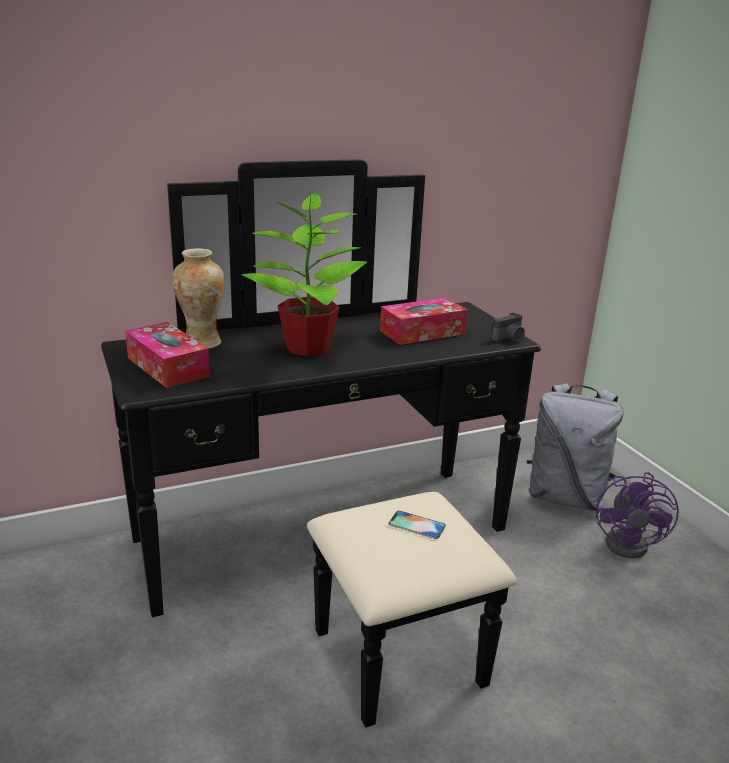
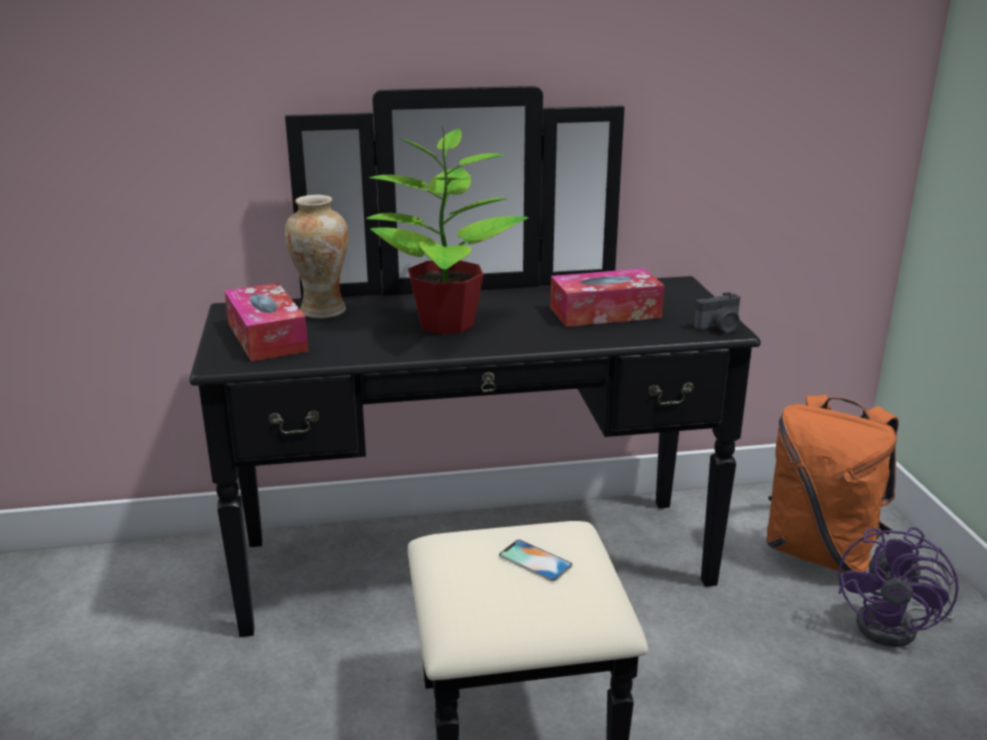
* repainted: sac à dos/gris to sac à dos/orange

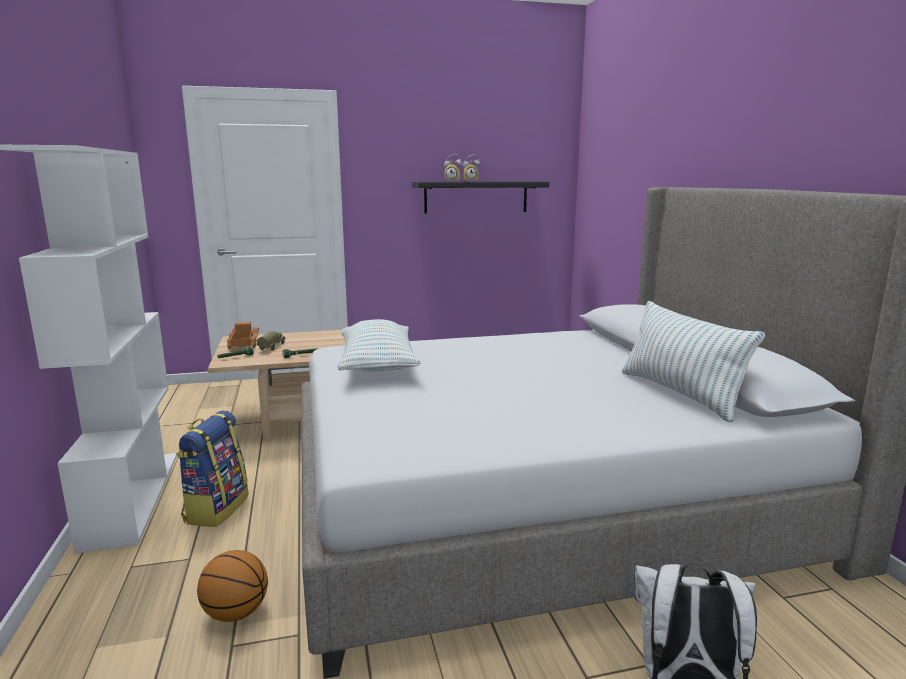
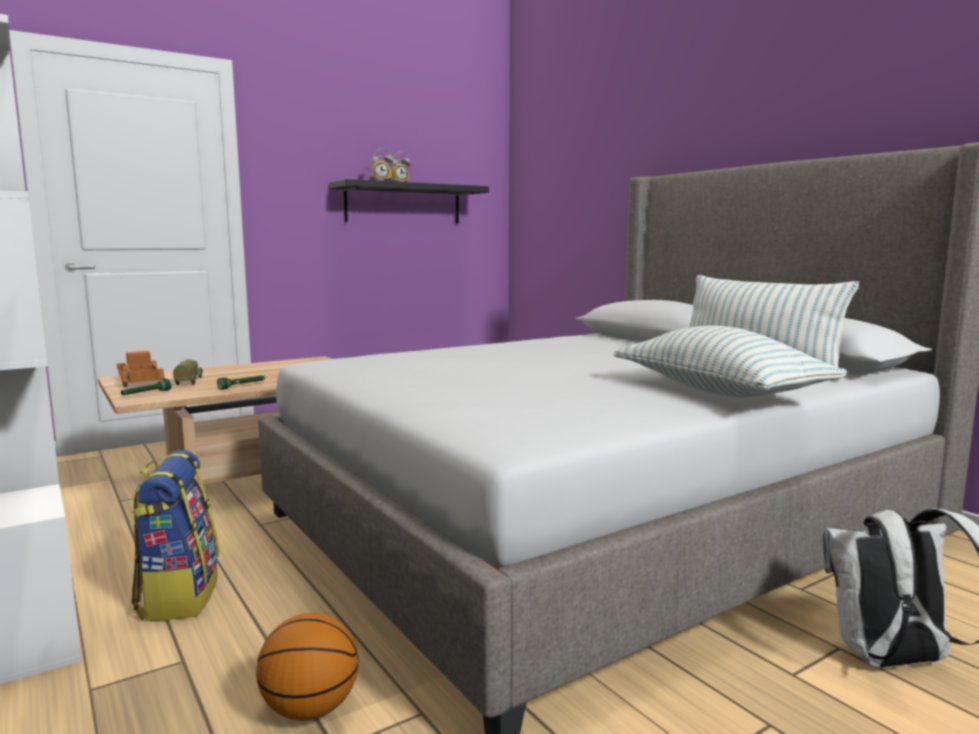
* shifted: coussin (no. 1 from left)

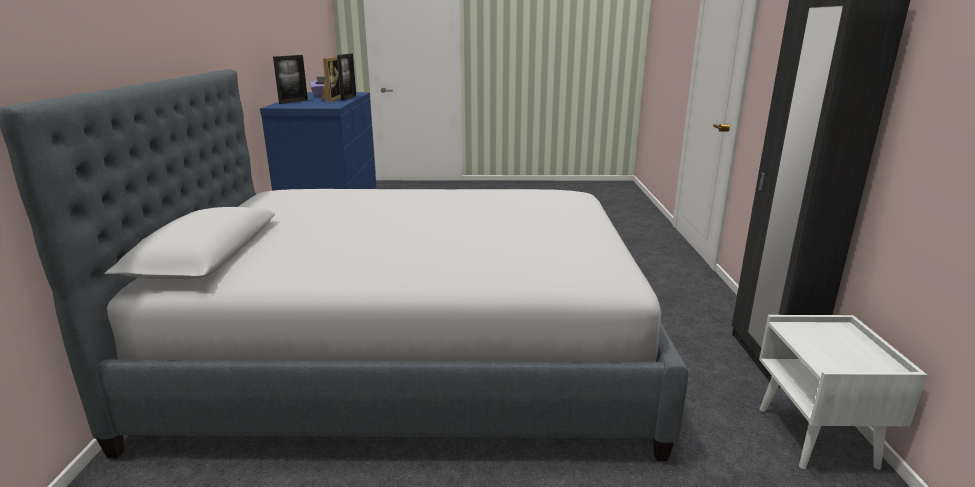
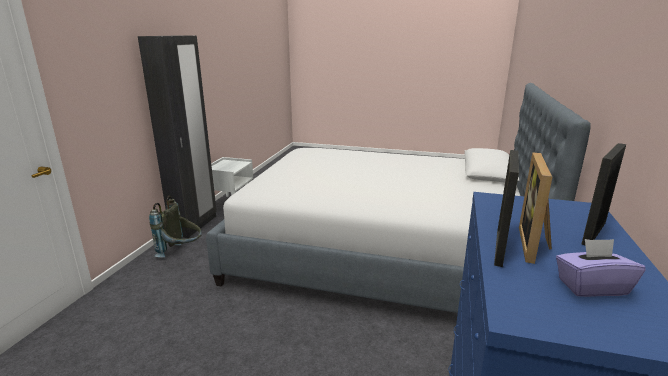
* new: sac à dos/gris

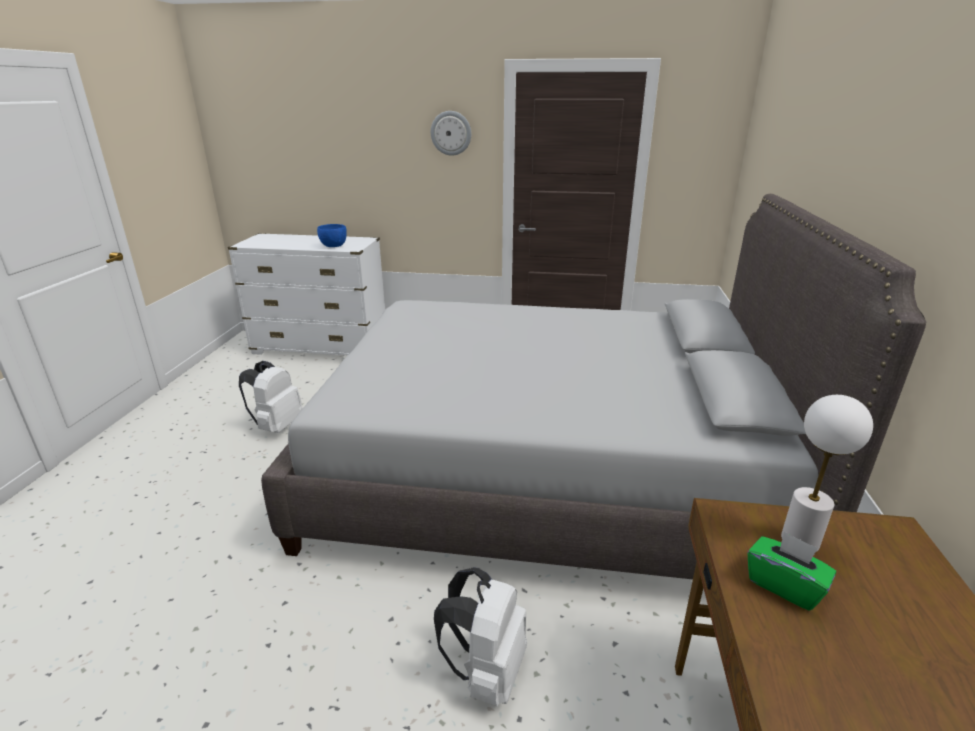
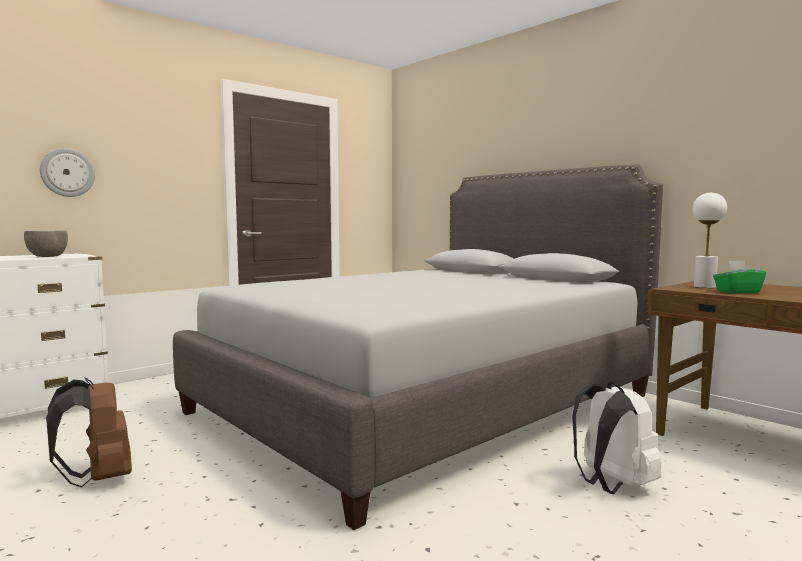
* shifted: horloge murale
* repainted: bol/bleu to bol/gris
* repainted: sac à dos/blanc (no. 1 from left) to sac à dos/marron

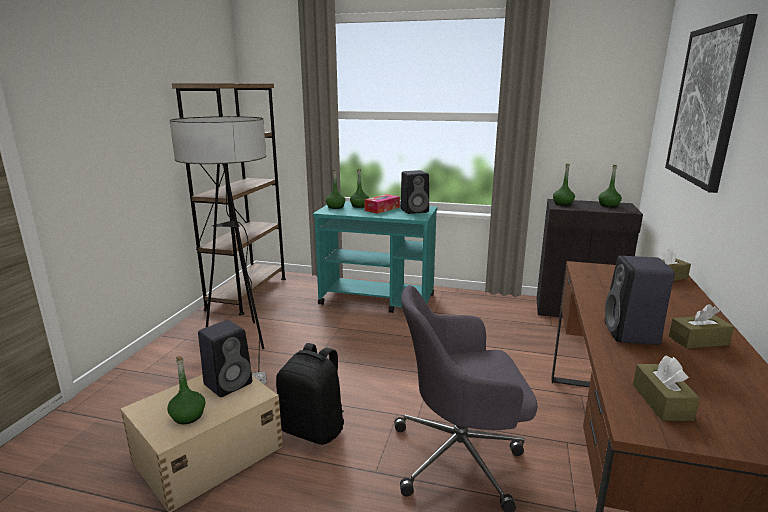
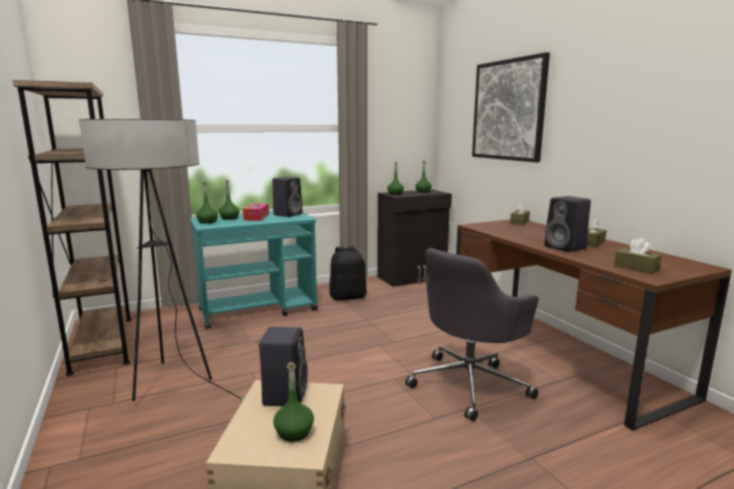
* shifted: sac à dos/noir

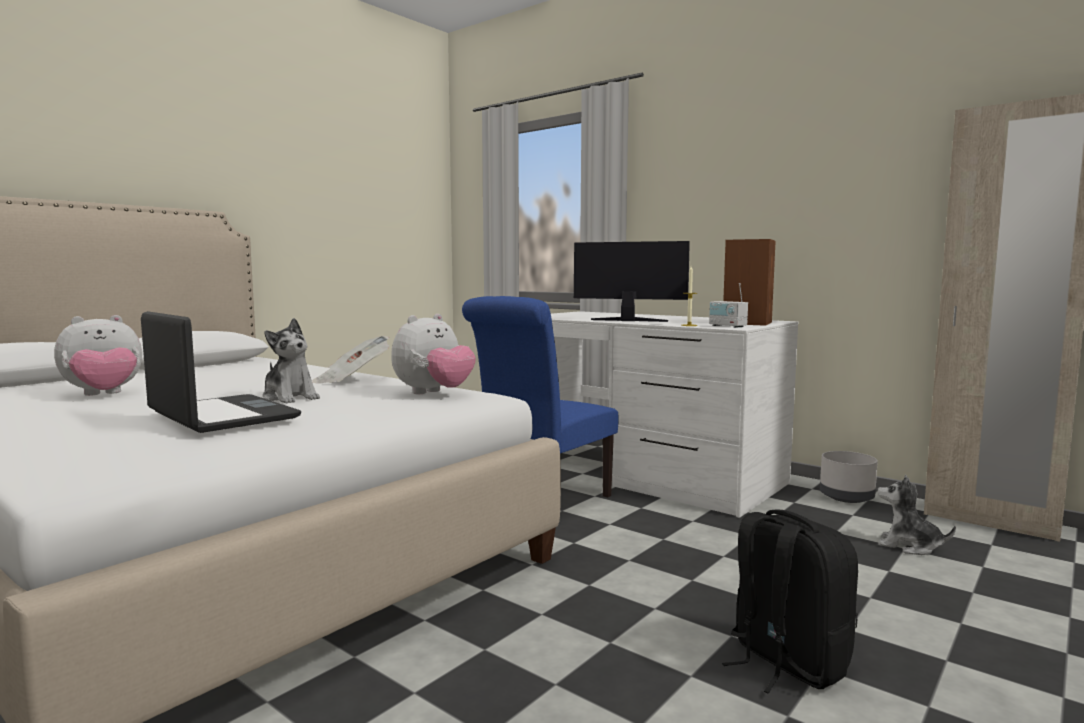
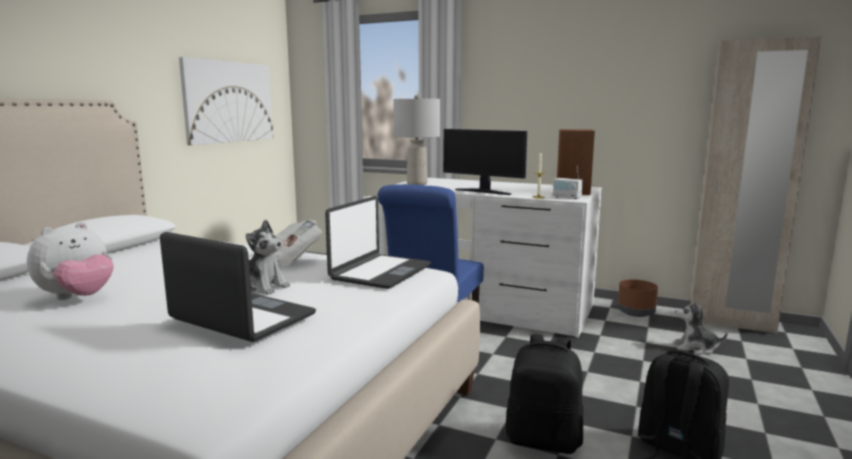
* rotated: écran d'ordinateur 150 degrees counterclockwise
* swapped: peluche (no. 3 from left) to ordinateur portable (no. 2 from left)
* repainted: cache-pot/gris to cache-pot/marron
* new: tableau
* new: lampe de table/gris
* new: sac à dos/noir (no. 1 from left)

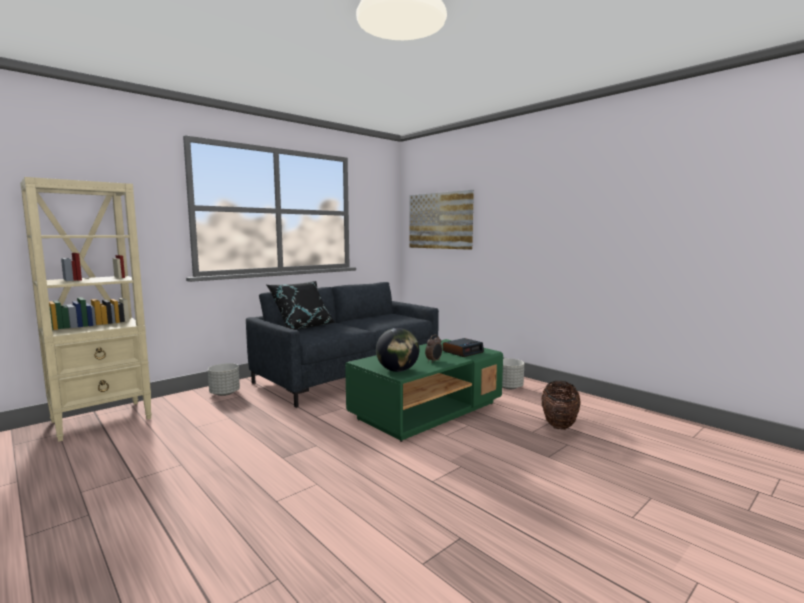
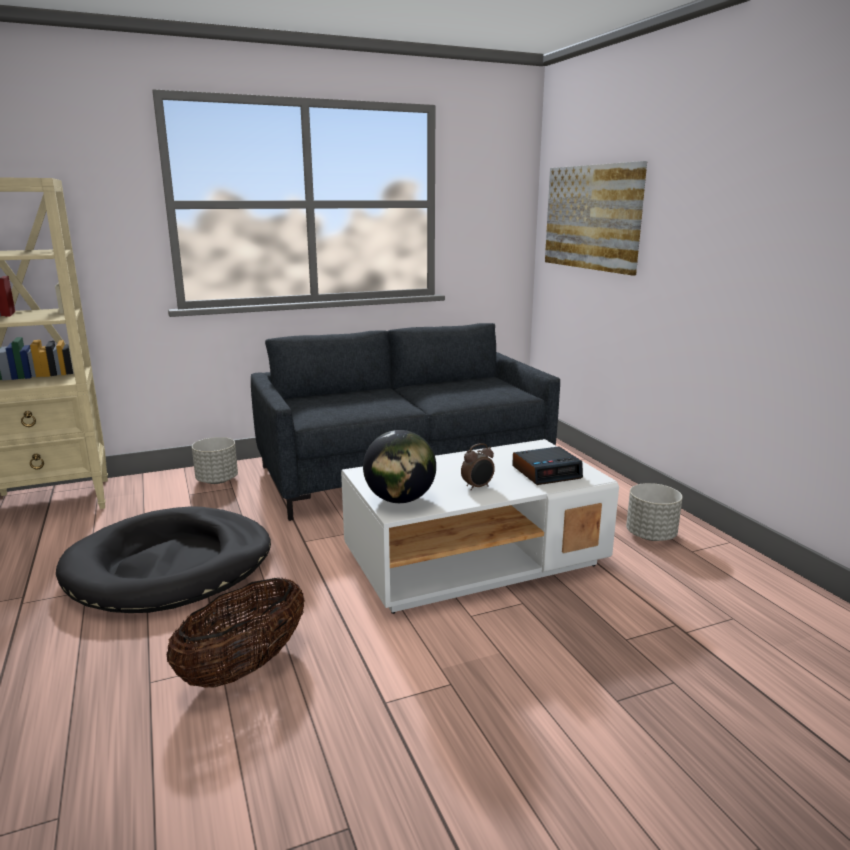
* gone: coussin/noir
* repainted: table basse/vert to table basse/blanc
* shifted: panier
* new: panier pour chien/noir

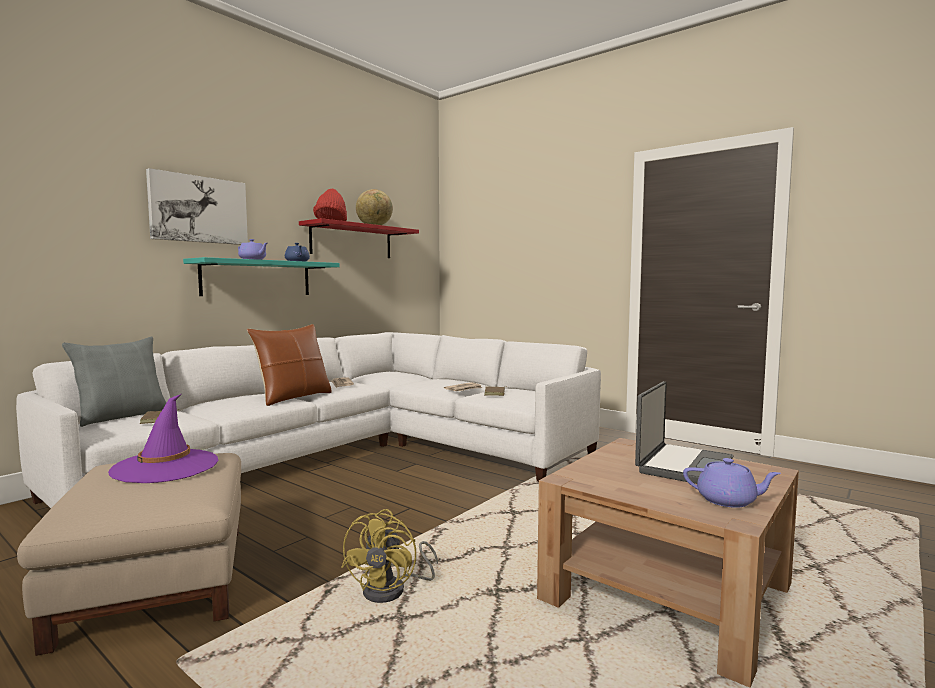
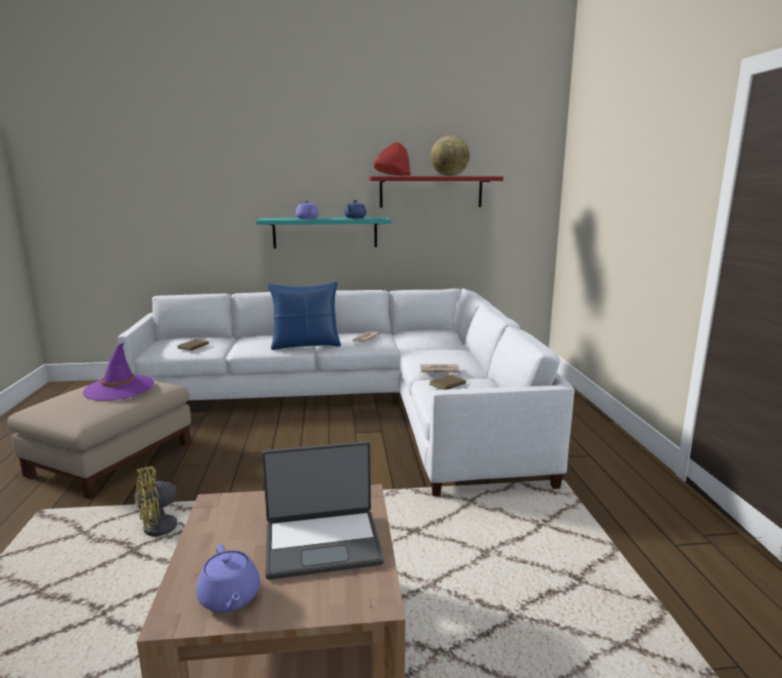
* gone: tableau
* repainted: coussin/marron to coussin/bleu
* gone: coussin/gris

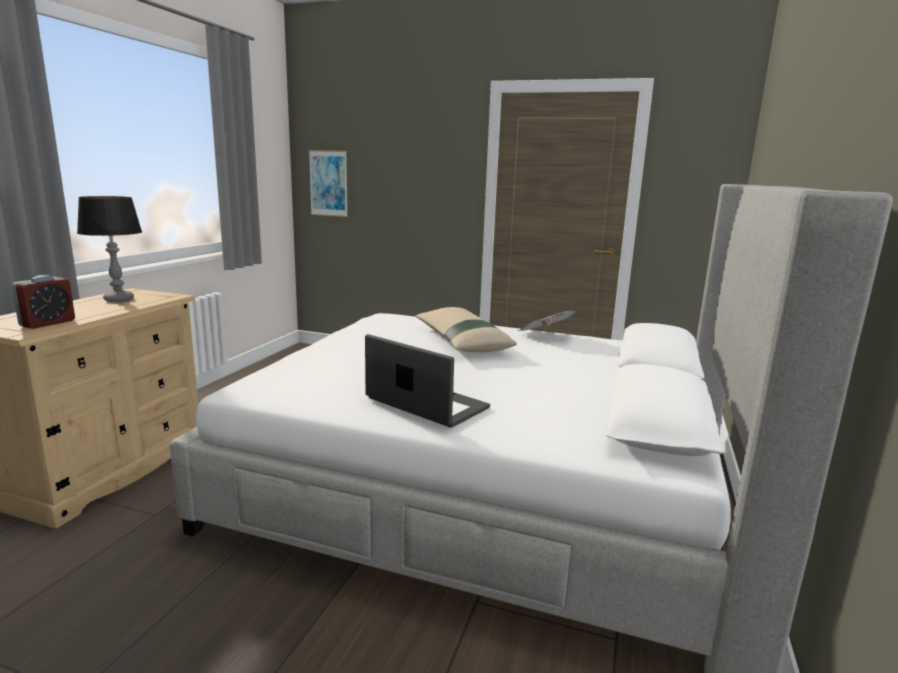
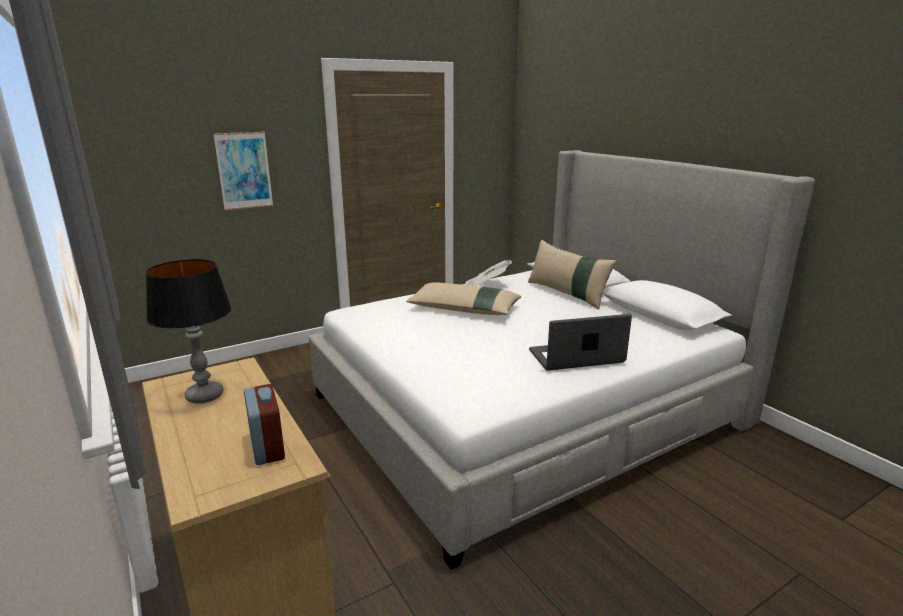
* shifted: tableau
* new: coussin/beige (no. 2 from left)

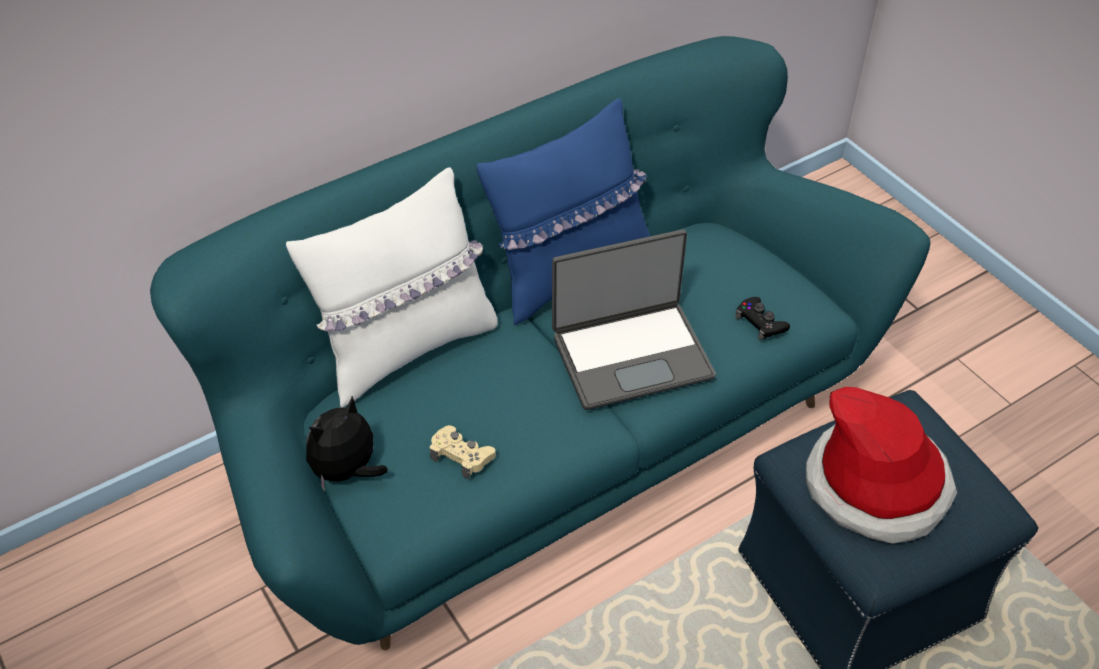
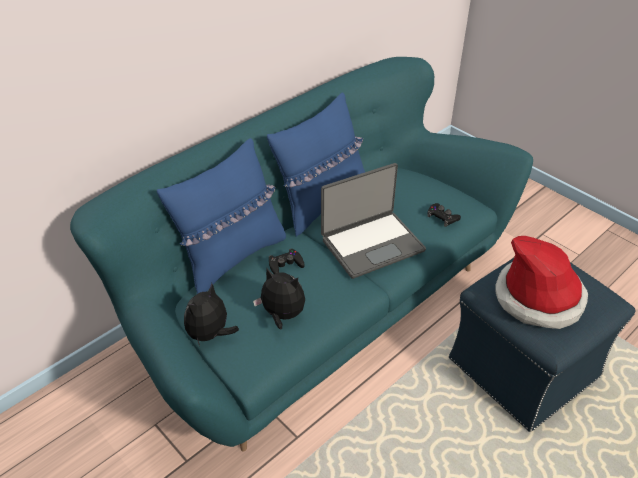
* repainted: coussin/blanc to coussin/bleu (no. 1 from left)
* swapped: manette/beige to peluche (no. 2 from left)
* new: manette/noir (no. 1 from left)

